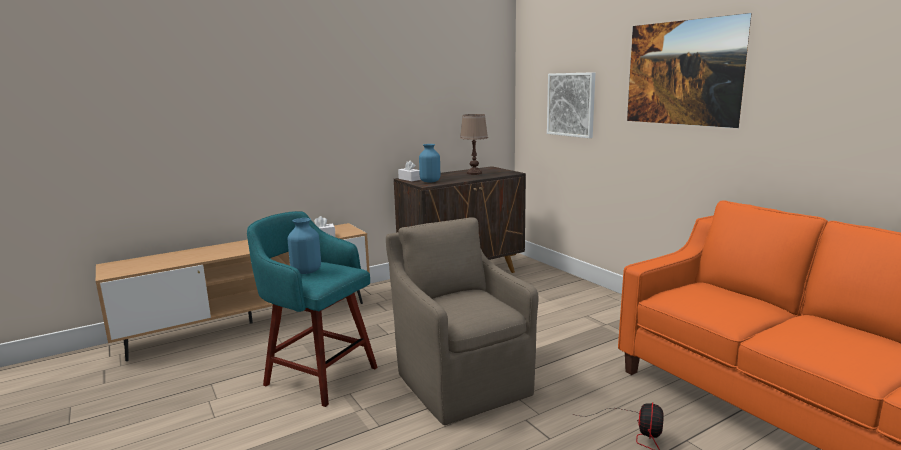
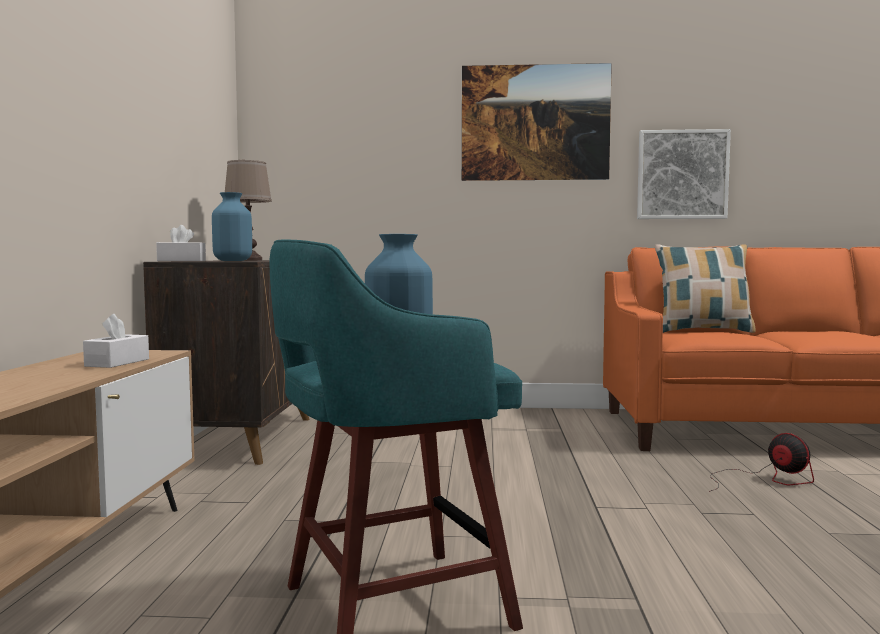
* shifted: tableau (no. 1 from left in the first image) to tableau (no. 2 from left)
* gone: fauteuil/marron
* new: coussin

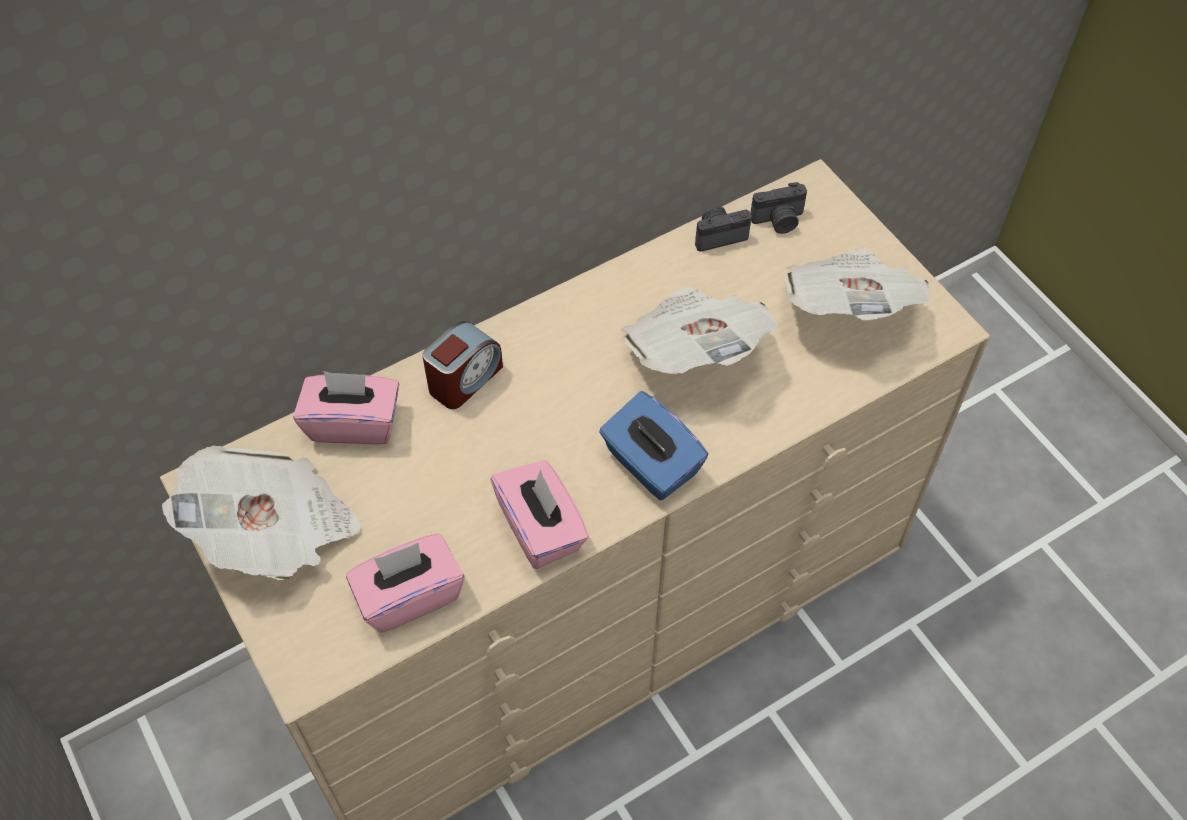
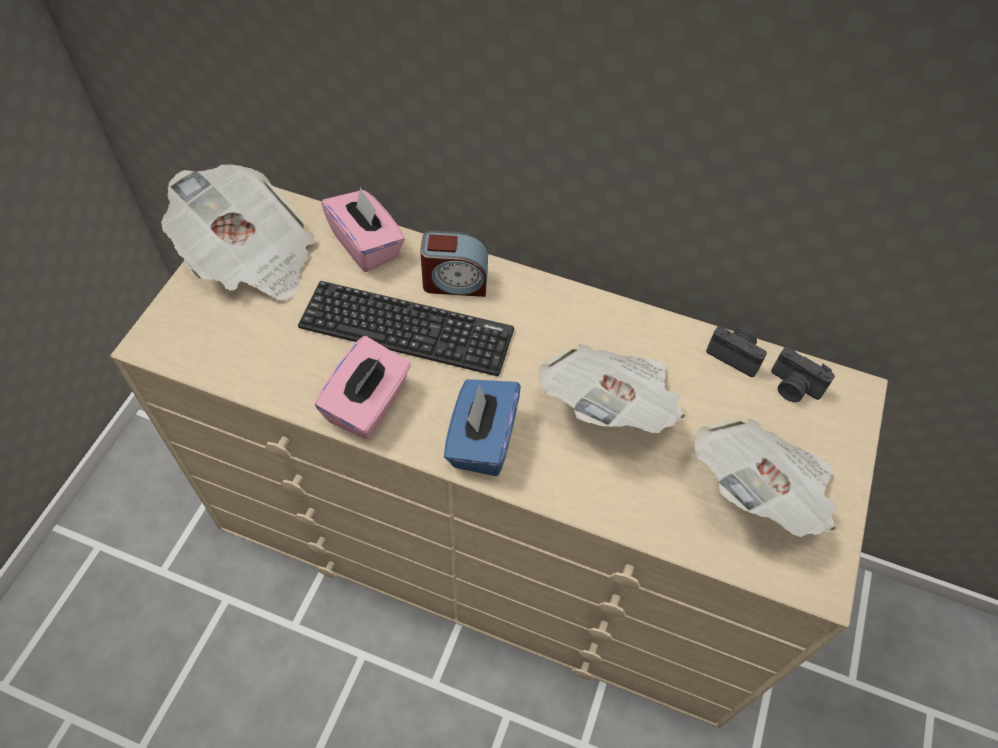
* gone: boîte à mouchoirs/rose (no. 2 from left)
* new: clavier

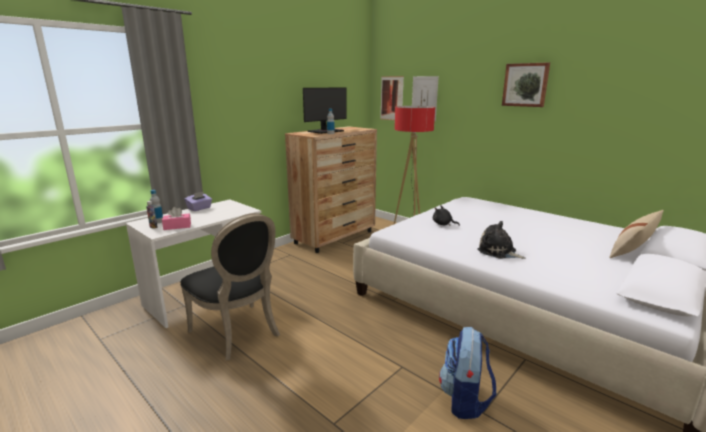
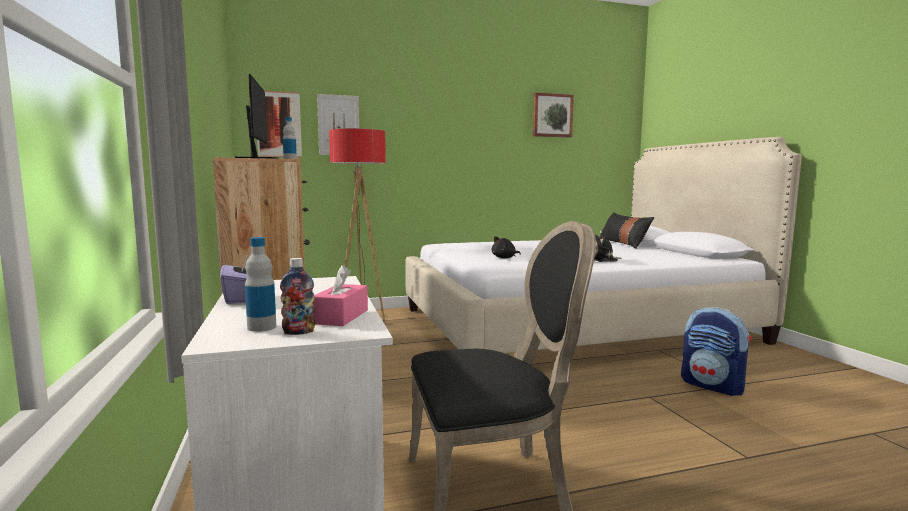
* shifted: tableau (no. 3 from left)
* repainted: coussin/beige to coussin/noir

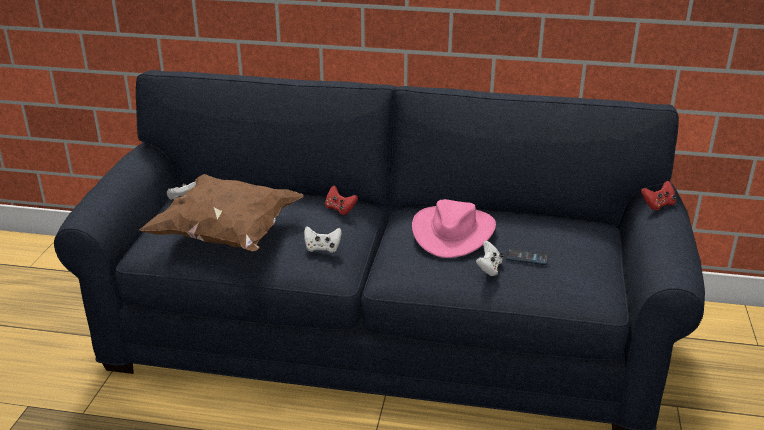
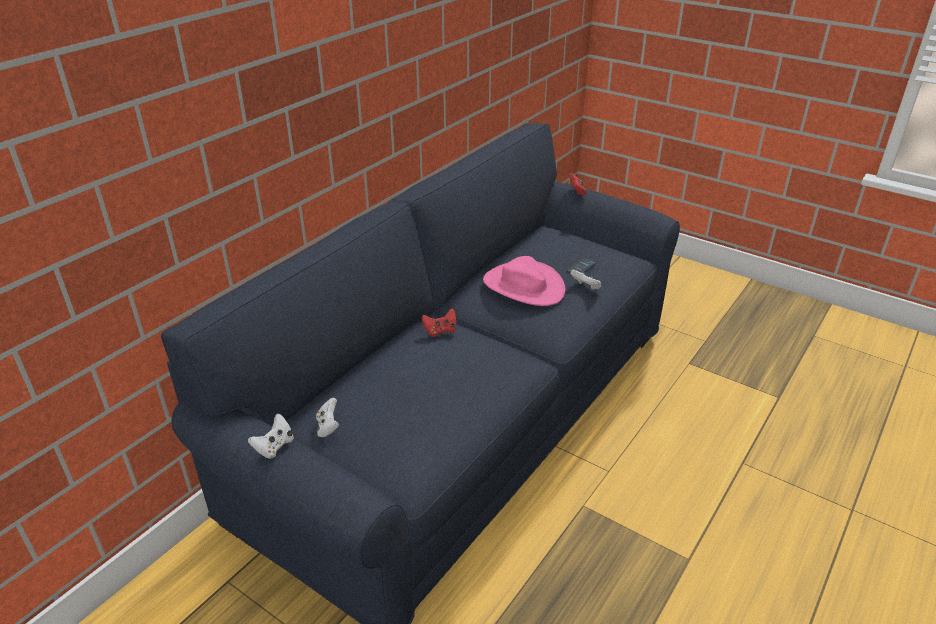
* gone: coussin/marron
* shifted: manette/blanc (no. 2 from left in the first image) to manette/blanc (no. 1 from left)

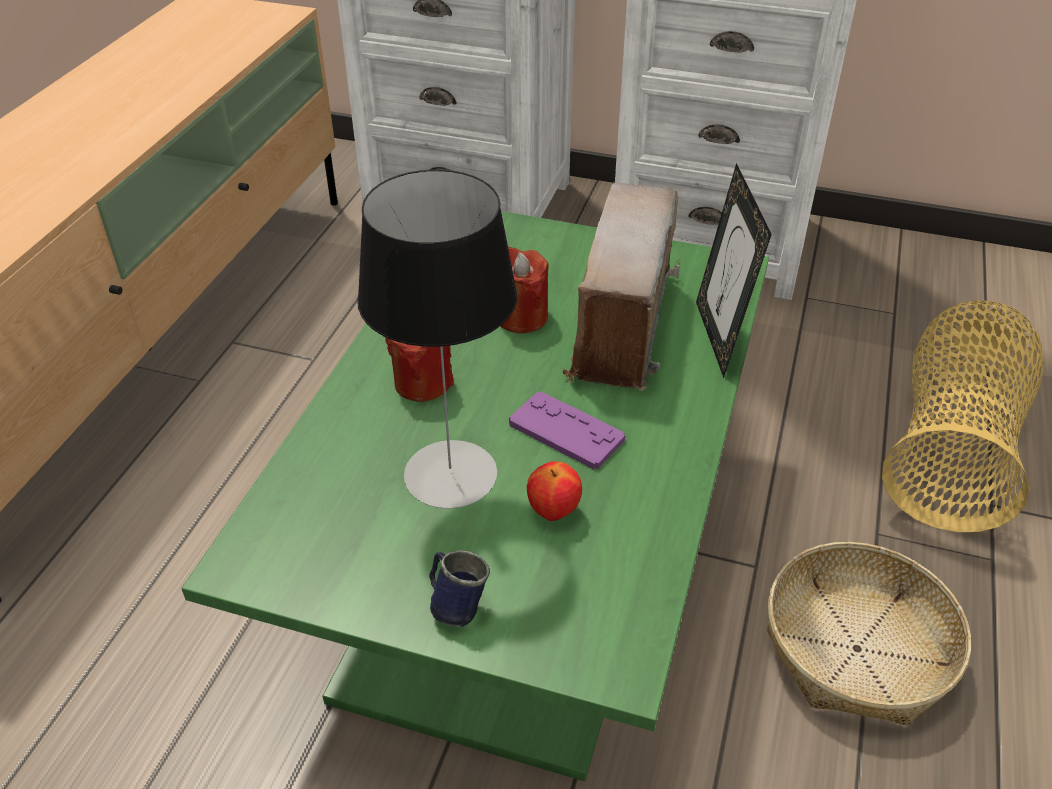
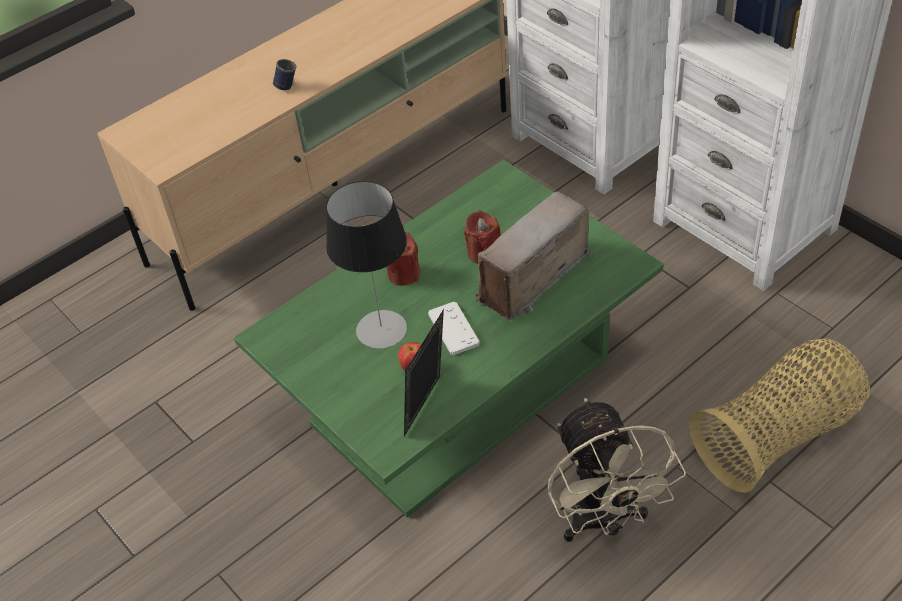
* shifted: cadre photo
* repainted: manette/violet to manette/blanc
* swapped: panier (no. 1 from left) to ventilateur/beige
* shifted: mug/bleu

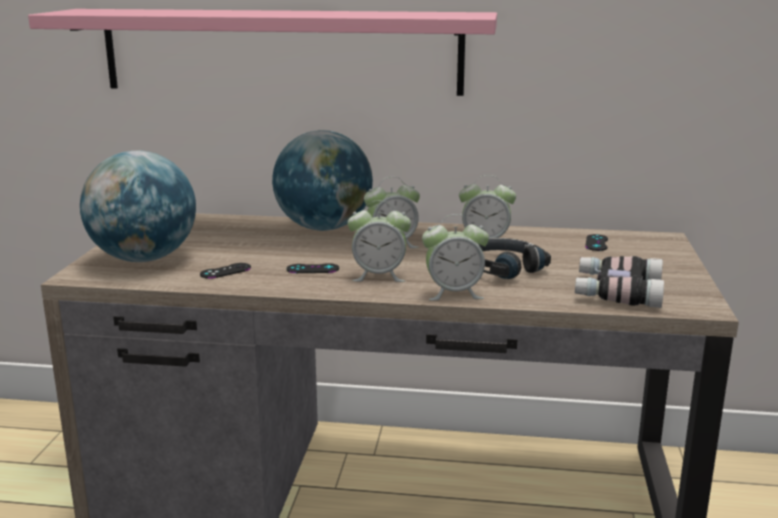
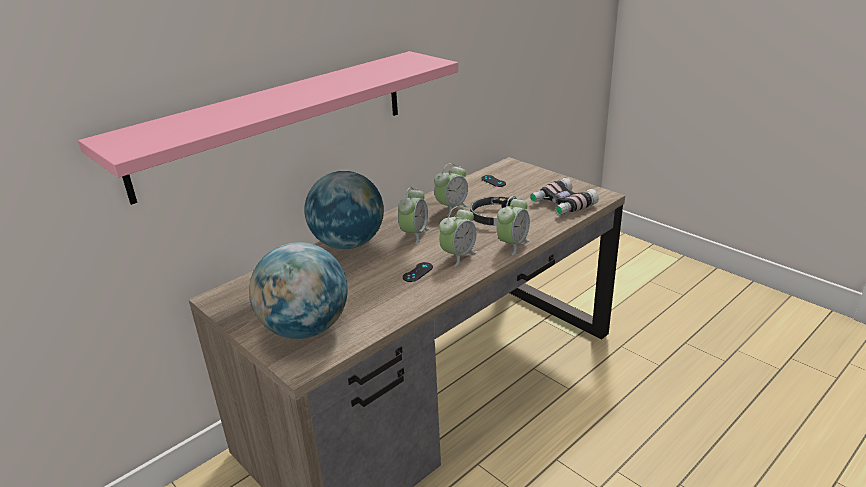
* gone: manette/noir (no. 1 from left)

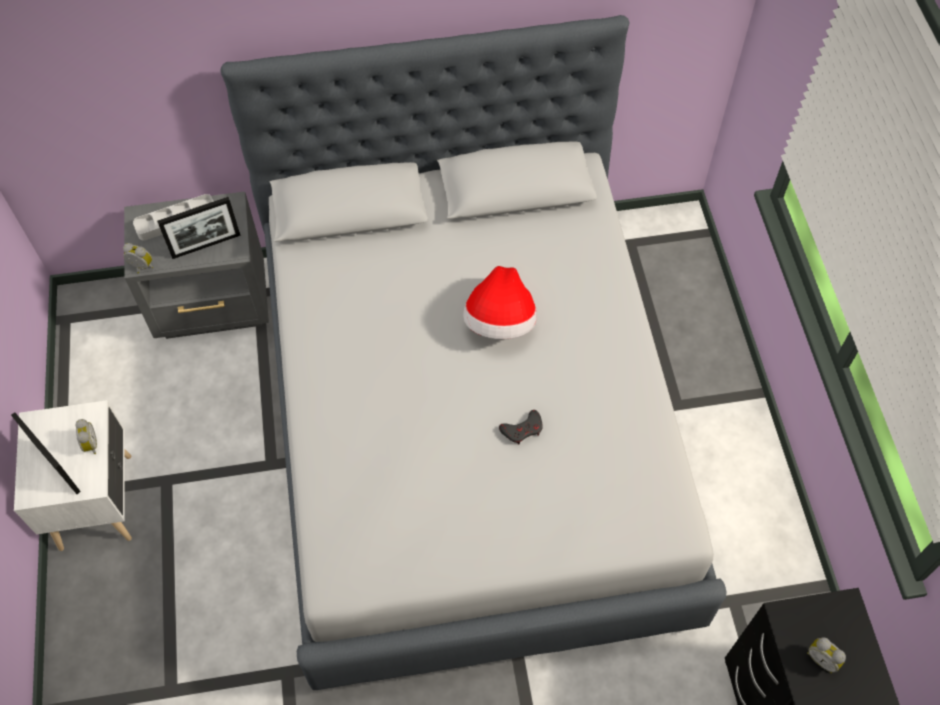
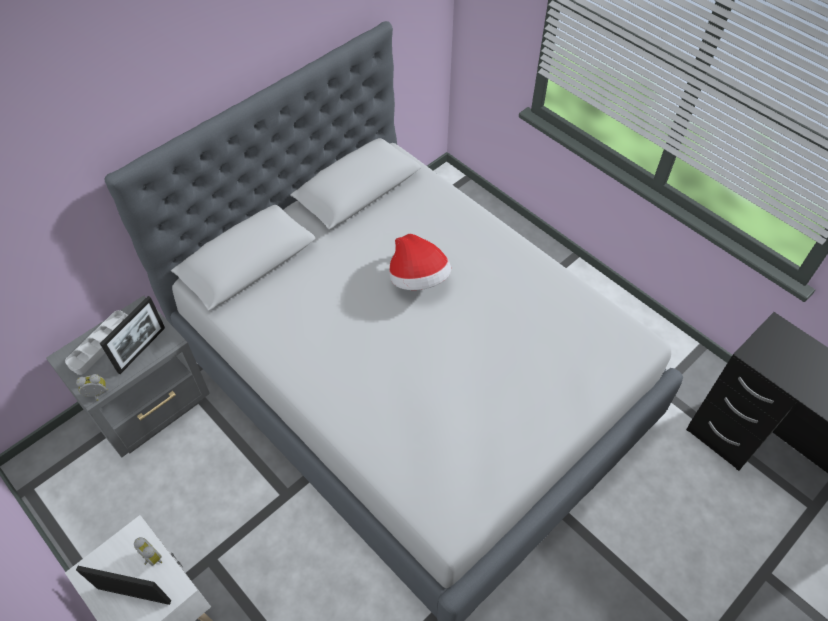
* gone: manette/gris
* gone: réveil (no. 3 from left)

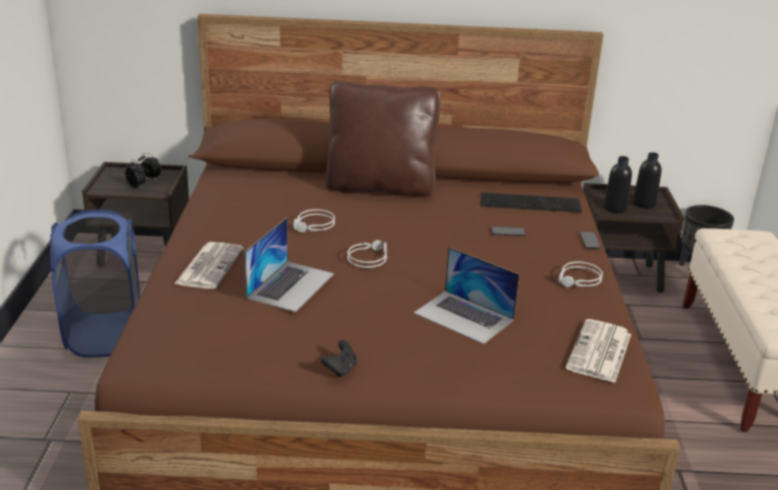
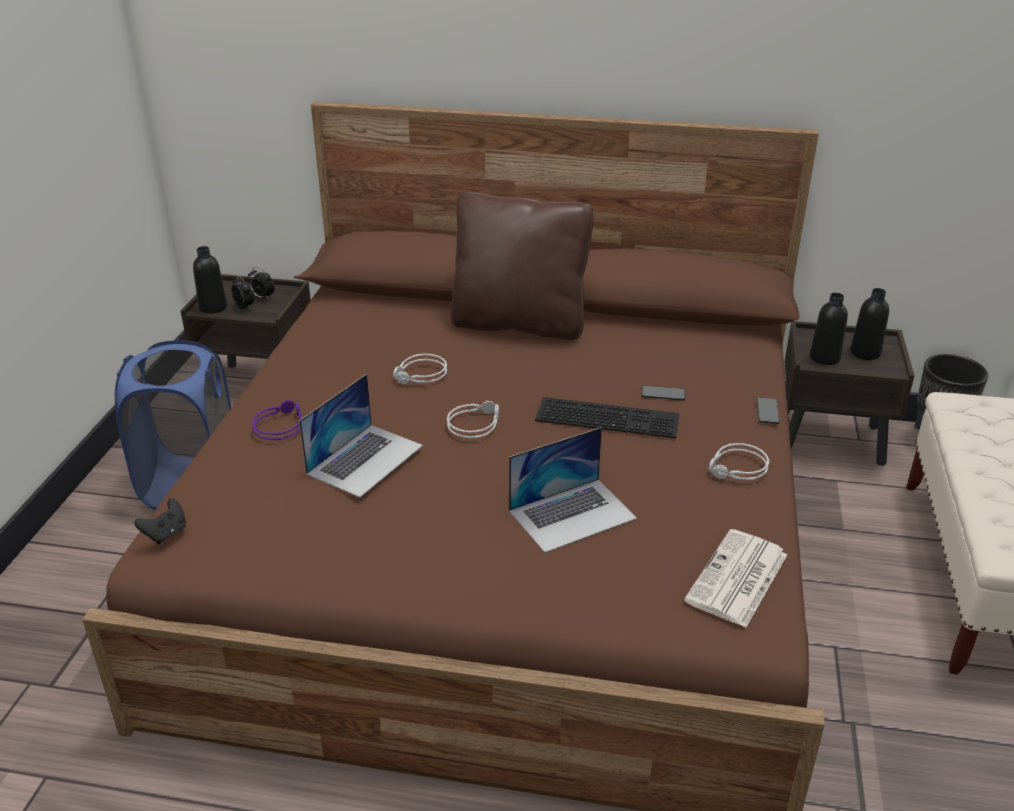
* shifted: clavier
* swapped: journal (no. 1 from left) to casque audio/violet
* rotated: ordinateur portable (no. 2 from left) 75 degrees counterclockwise
* shifted: manette/noir
* new: bouteille/noir (no. 1 from left)

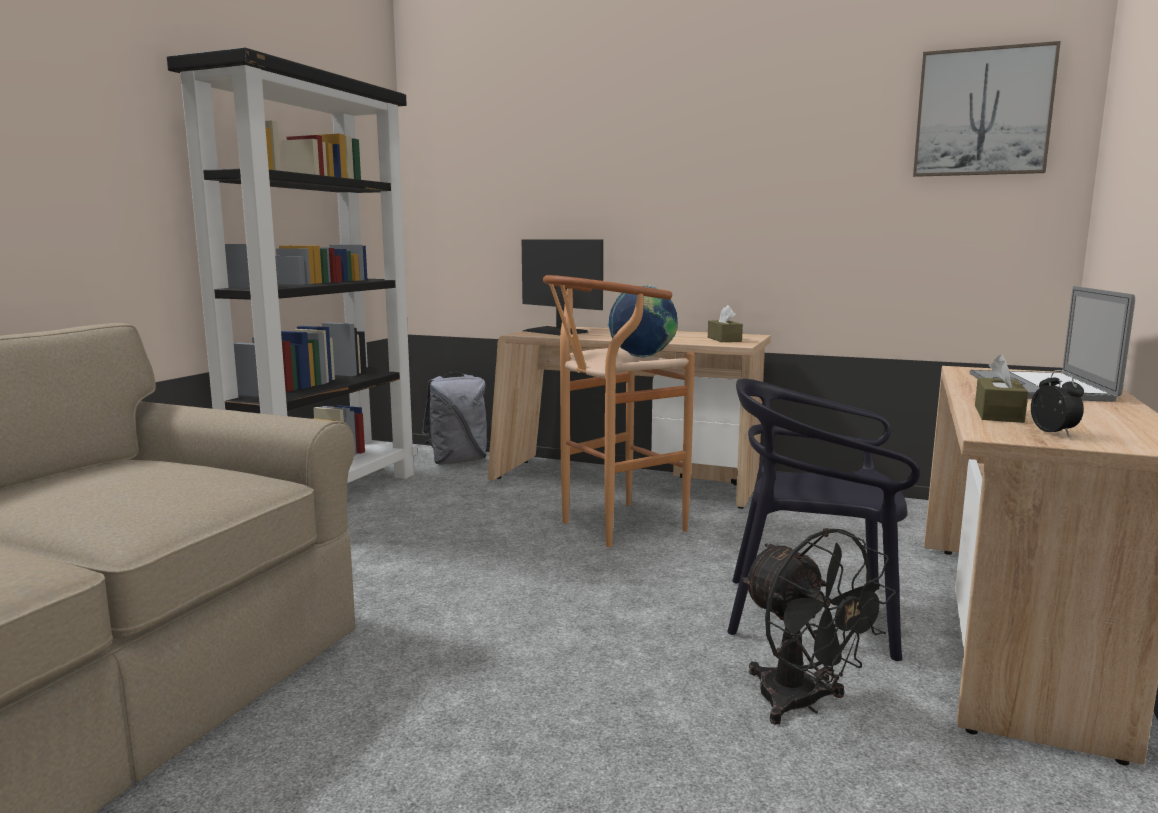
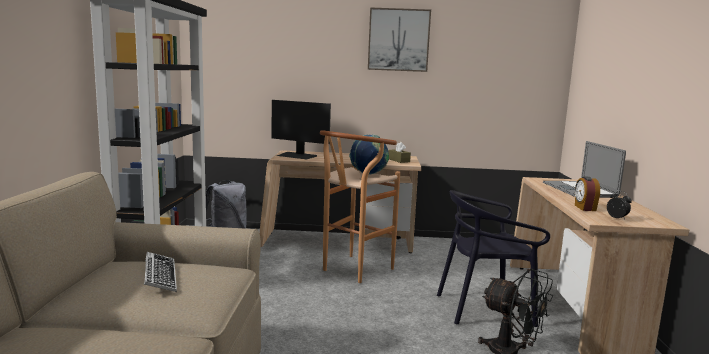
* shifted: tableau
* swapped: boîte à mouchoirs/marron (no. 2 from left) to réveil (no. 1 from left)
* new: clavier

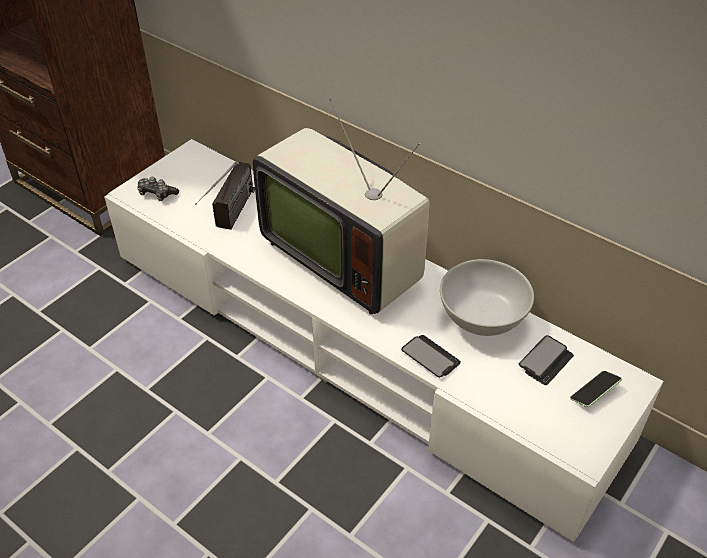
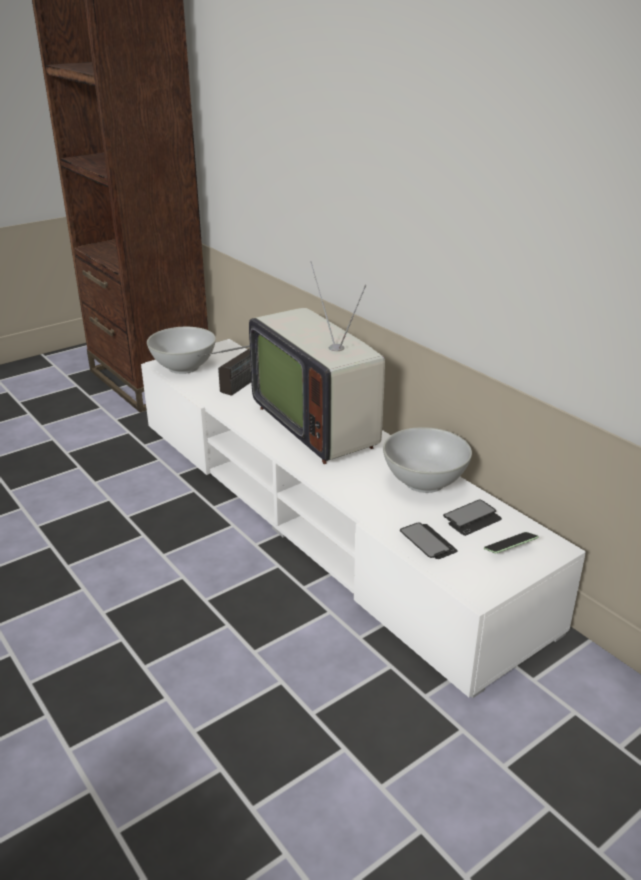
* swapped: manette to bol/blanc (no. 1 from left)
* shifted: téléphone (no. 1 from left)

